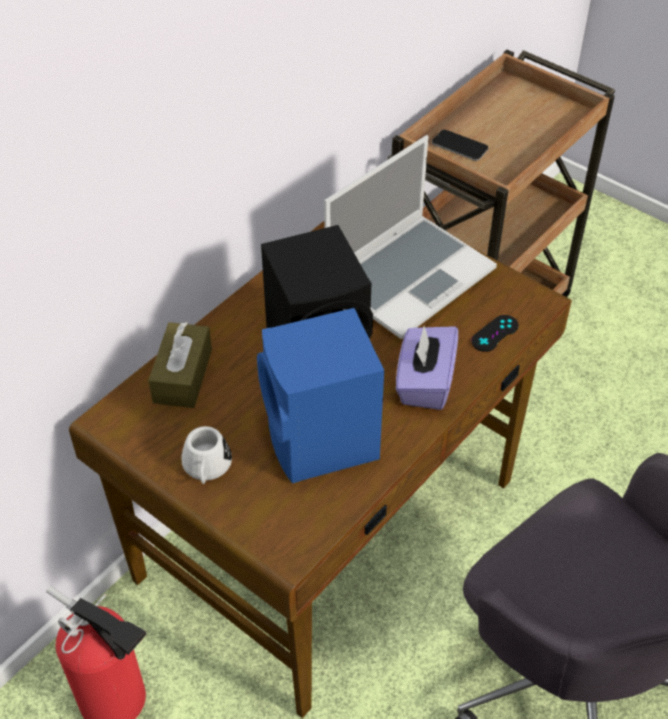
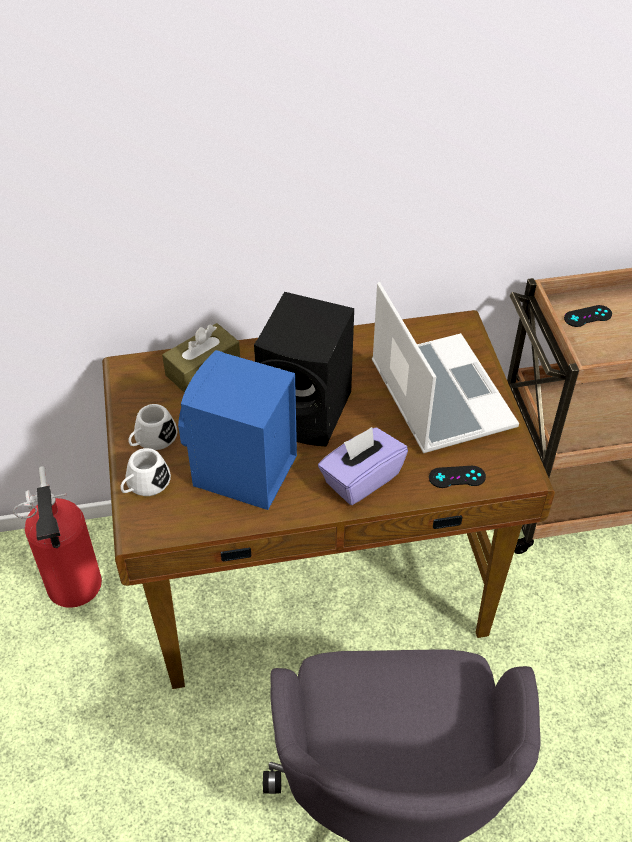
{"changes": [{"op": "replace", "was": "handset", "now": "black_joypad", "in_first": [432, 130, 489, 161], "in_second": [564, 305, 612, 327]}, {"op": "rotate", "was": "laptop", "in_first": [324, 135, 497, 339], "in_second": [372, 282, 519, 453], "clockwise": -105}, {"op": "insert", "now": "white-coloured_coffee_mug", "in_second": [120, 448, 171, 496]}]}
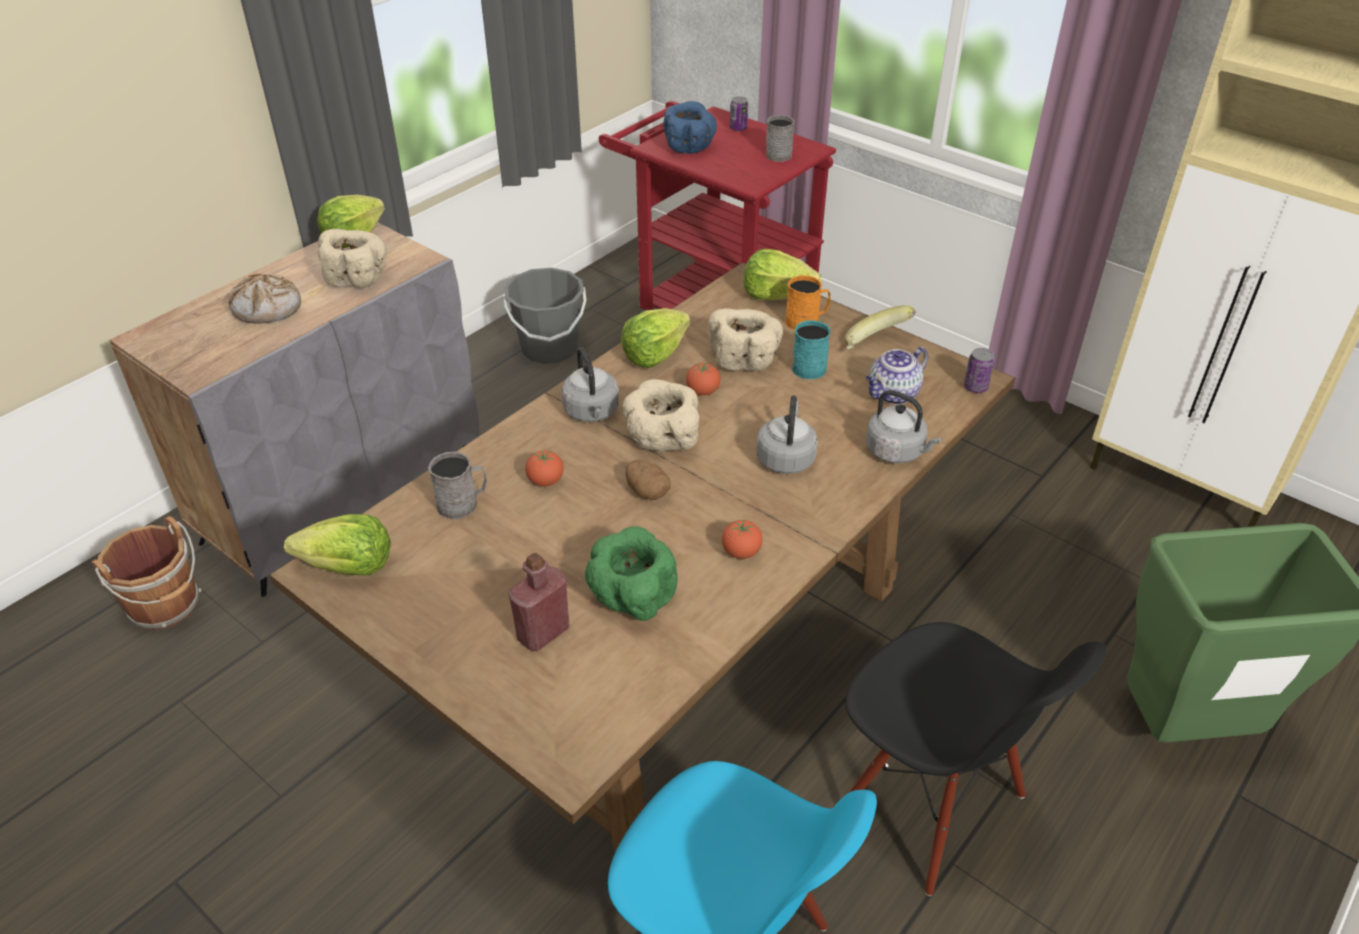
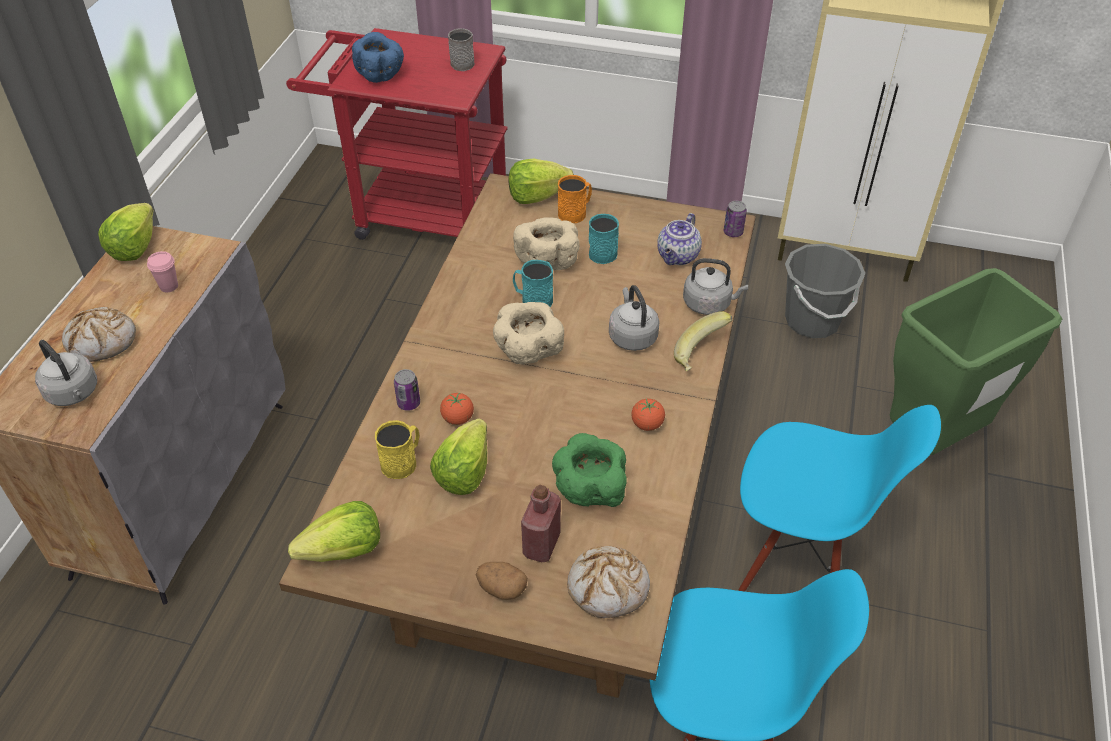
{"changes": [{"op": "move", "was": "metal_can", "in_first": [730, 96, 748, 131], "in_second": [394, 369, 420, 411]}, {"op": "replace", "was": "sand-coloured_bowl", "now": "pink-coloured_cup", "in_first": [318, 229, 387, 288], "in_second": [147, 251, 178, 292]}, {"op": "move", "was": "gray_water_bucket", "in_first": [503, 268, 586, 364], "in_second": [785, 244, 866, 338]}, {"op": "move", "was": "banana", "in_first": [845, 305, 916, 350], "in_second": [674, 311, 732, 371]}, {"op": "move", "was": "lettuce", "in_first": [621, 308, 690, 368], "in_second": [430, 419, 487, 495]}, {"op": "move", "was": "gray_kettle", "in_first": [561, 348, 619, 422], "in_second": [35, 340, 97, 406]}, {"op": "replace", "was": "tomato", "now": "turquoise-coloured_coffee_mug", "in_first": [686, 363, 721, 396], "in_second": [513, 260, 553, 307]}, {"op": "recolor", "was": "gray_coffee_mug", "now": "yellowish_coffee_mug", "in_first": [428, 452, 487, 520], "in_second": [375, 420, 419, 479]}, {"op": "move", "was": "whole_potato", "in_first": [626, 460, 671, 500], "in_second": [476, 562, 528, 600]}, {"op": "delete", "was": "brown-coloured_water_bucket", "in_first": [91, 516, 202, 630]}, {"op": "recolor", "was": "black_plain_chair", "now": "bluish_plain_chair", "in_first": [845, 622, 1107, 896], "in_second": [739, 405, 941, 591]}, {"op": "insert", "now": "bread", "in_second": [567, 546, 650, 618]}]}
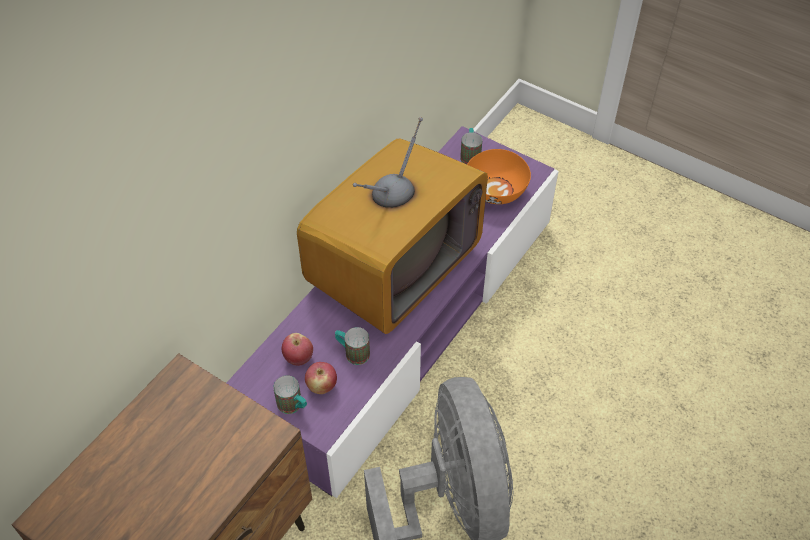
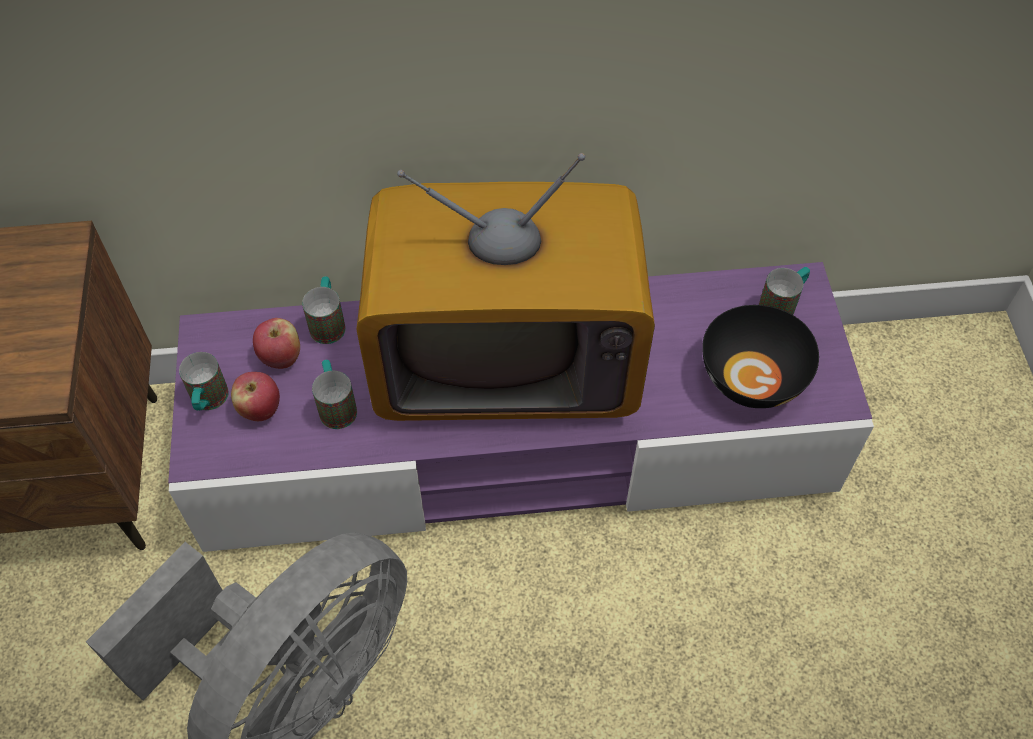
{"changes": [{"op": "recolor", "was": "orange_bowl", "now": "black_bowl", "in_first": [467, 149, 531, 204], "in_second": [702, 305, 819, 408]}, {"op": "insert", "now": "coffee_mug", "in_second": [302, 276, 346, 344]}]}
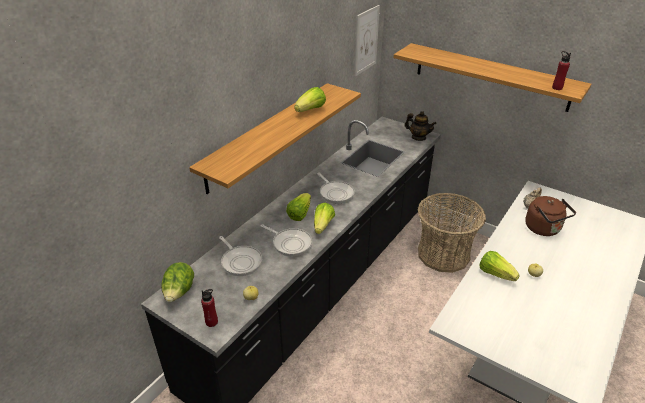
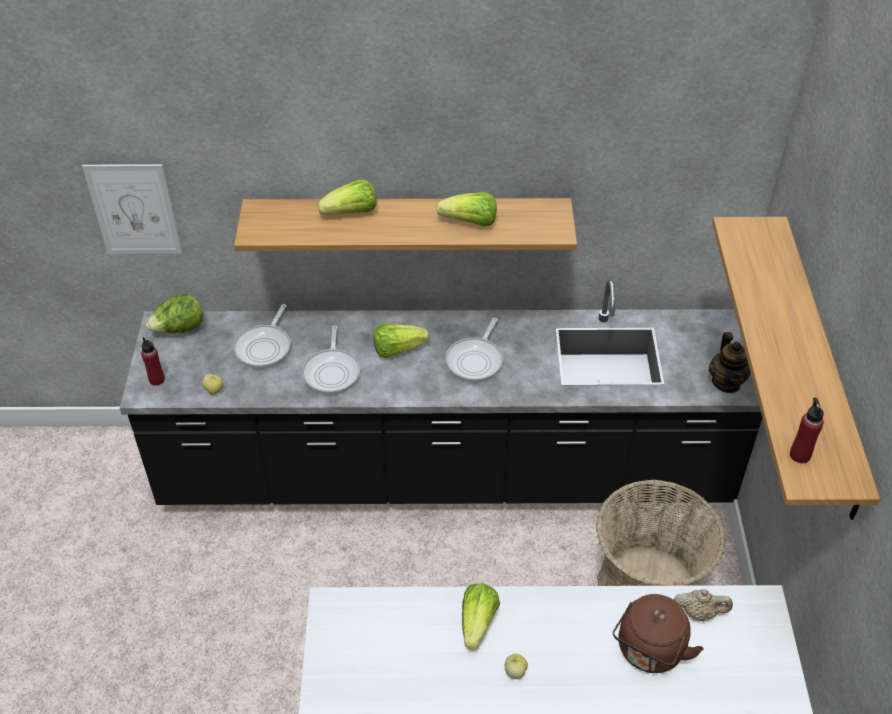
{"changes": [{"op": "move", "was": "wall_art", "in_first": [355, 5, 380, 76], "in_second": [82, 164, 182, 254]}, {"op": "move", "was": "lettuce", "in_first": [314, 203, 335, 234], "in_second": [318, 180, 377, 215]}]}
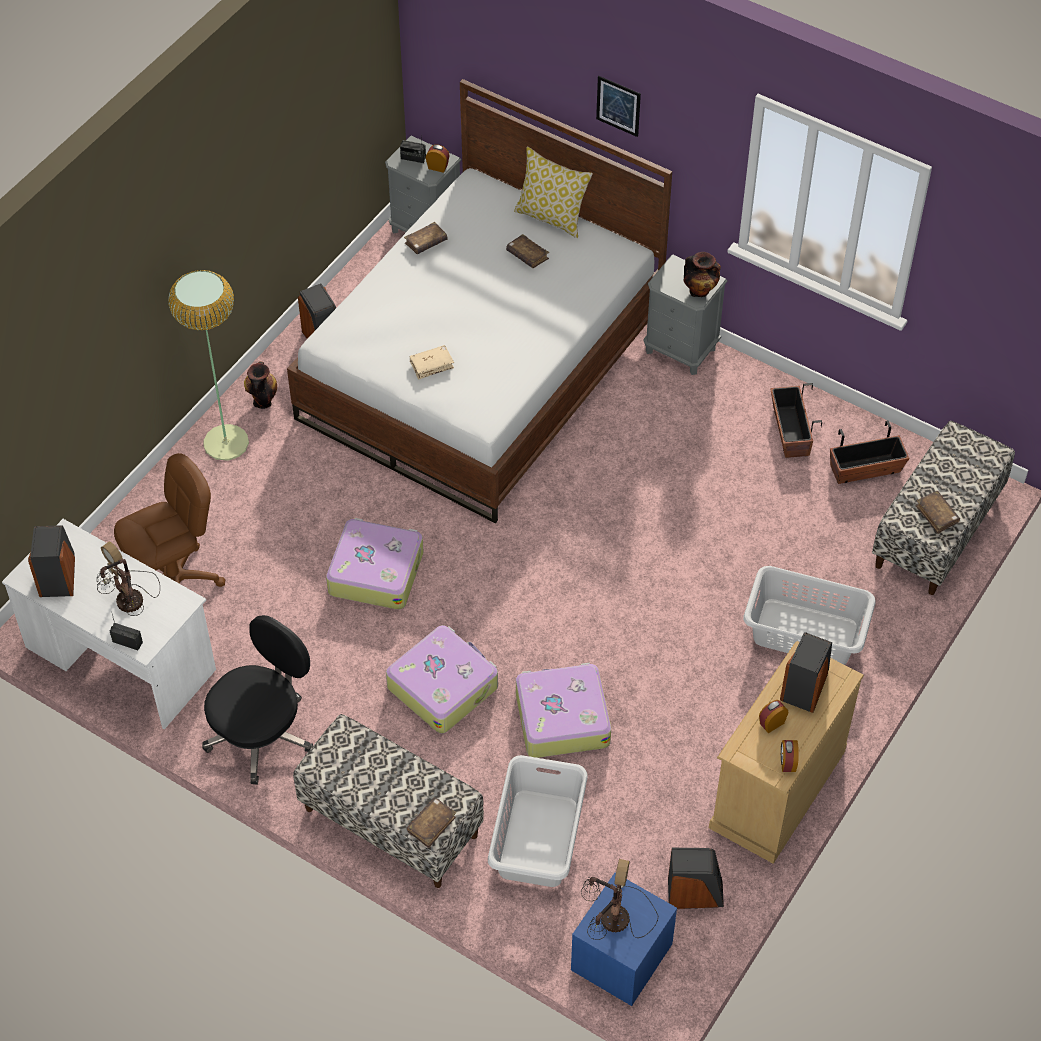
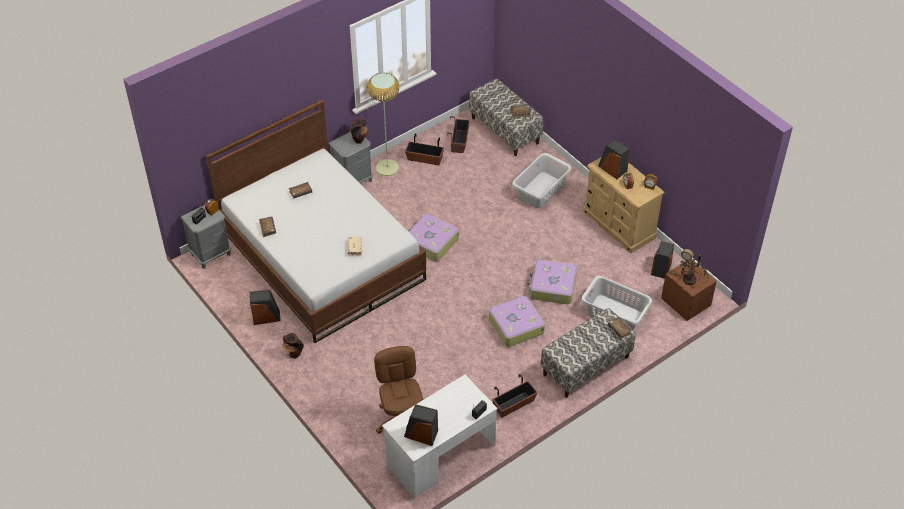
{"changes": [{"op": "delete", "was": "wall_art", "in_first": [596, 76, 641, 137]}, {"op": "delete", "was": "pillow", "in_first": [514, 146, 593, 238]}, {"op": "move", "was": "standing_lamp", "in_first": [168, 270, 249, 461], "in_second": [367, 73, 399, 176]}, {"op": "move", "was": "suitcase", "in_first": [326, 518, 424, 610], "in_second": [408, 213, 459, 262]}, {"op": "delete", "was": "lamp_for_a_table", "in_first": [97, 542, 160, 616]}, {"op": "replace", "was": "black_office_chair", "now": "planter", "in_first": [202, 615, 313, 785], "in_second": [492, 374, 538, 418]}, {"op": "recolor", "was": "bluish_night_table", "now": "brown-coloured_night_table", "in_first": [571, 873, 677, 1006], "in_second": [661, 259, 717, 321]}]}
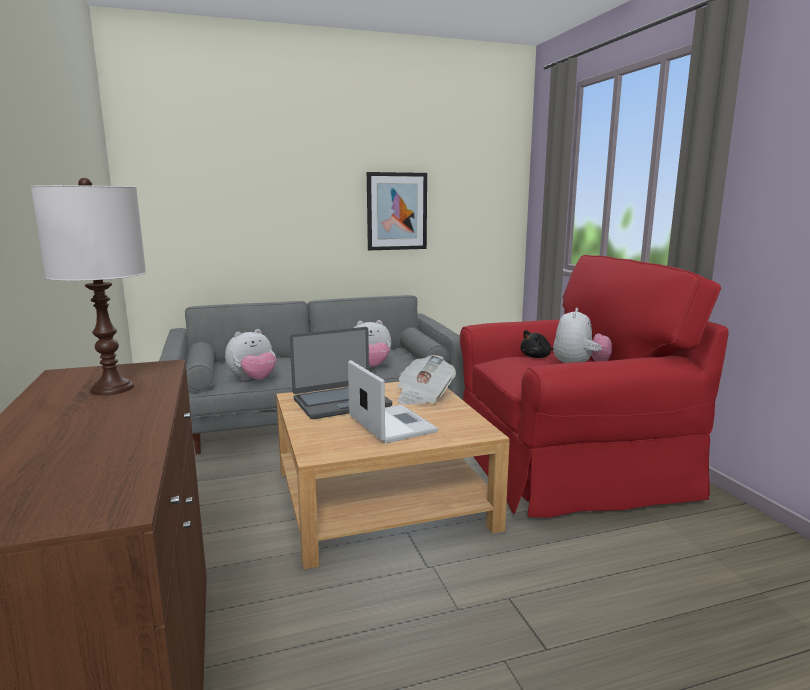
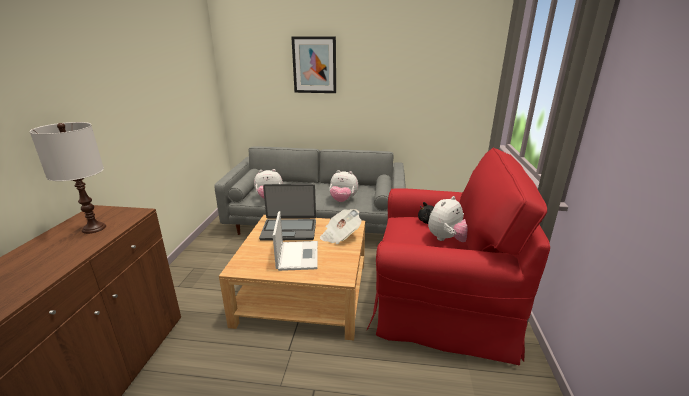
{"changes": [{"op": "move", "was": "wall_art", "in_first": [367, 172, 427, 250], "in_second": [291, 36, 336, 93]}]}
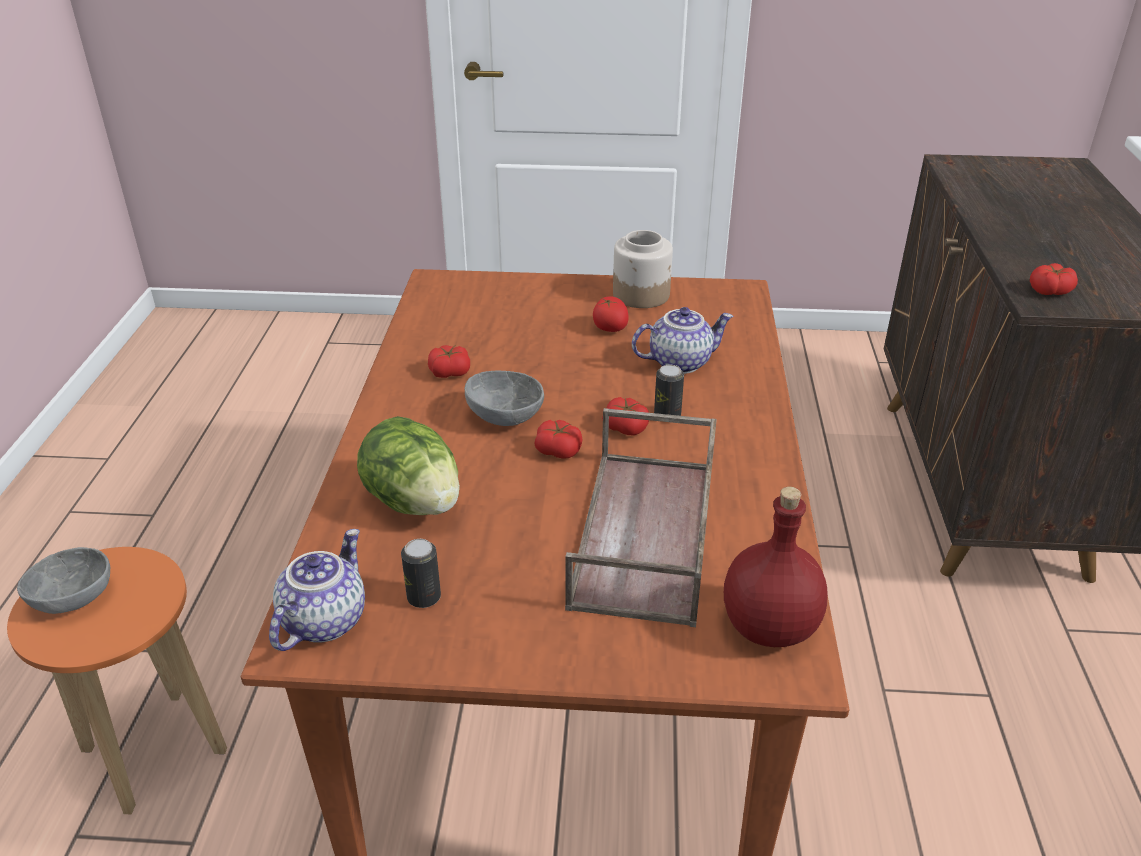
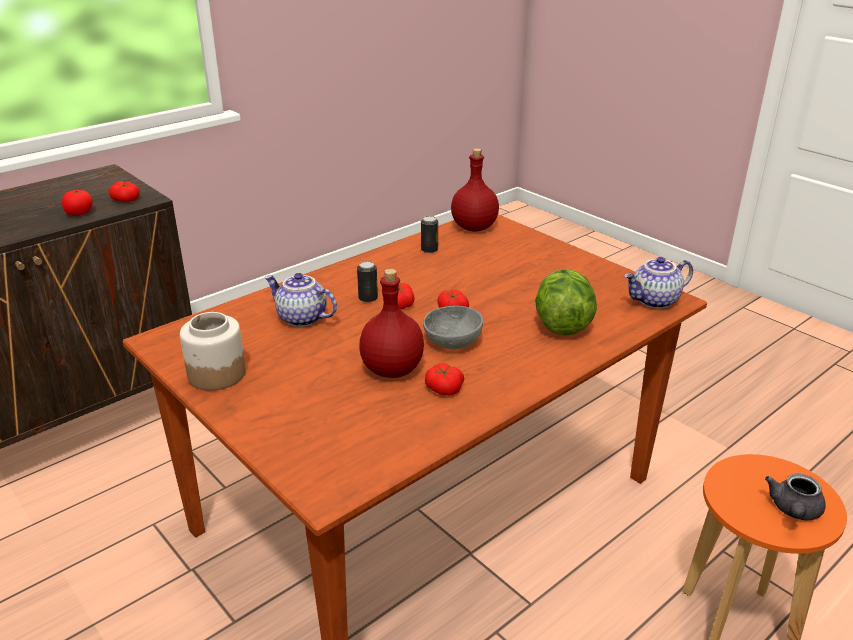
{"changes": [{"op": "move", "was": "tomato", "in_first": [593, 296, 629, 332], "in_second": [62, 190, 93, 216]}, {"op": "delete", "was": "brown-coloured_tray", "in_first": [565, 408, 717, 627]}, {"op": "move", "was": "metal_can", "in_first": [401, 539, 441, 608], "in_second": [421, 216, 438, 253]}, {"op": "replace", "was": "gray_bowl", "now": "gray_tea_pot", "in_first": [17, 547, 110, 614], "in_second": [765, 474, 826, 521]}, {"op": "insert", "now": "reddish_bottle", "in_second": [359, 269, 424, 378]}]}
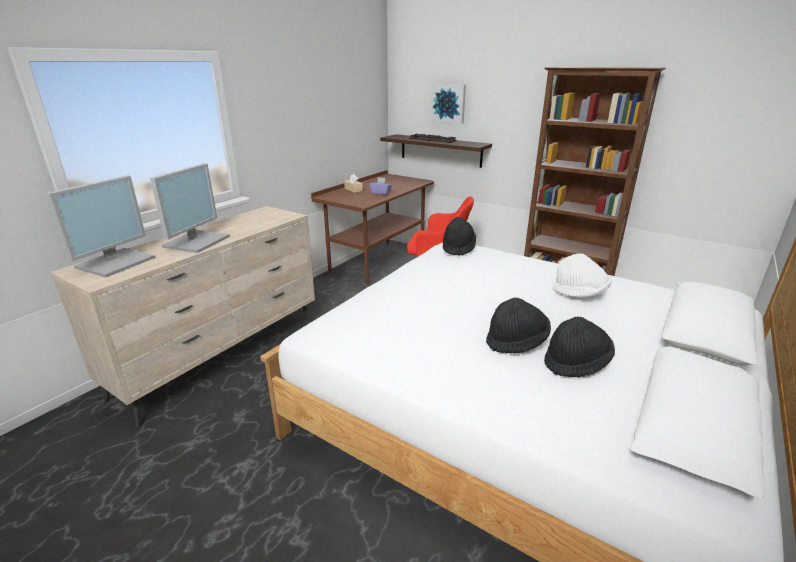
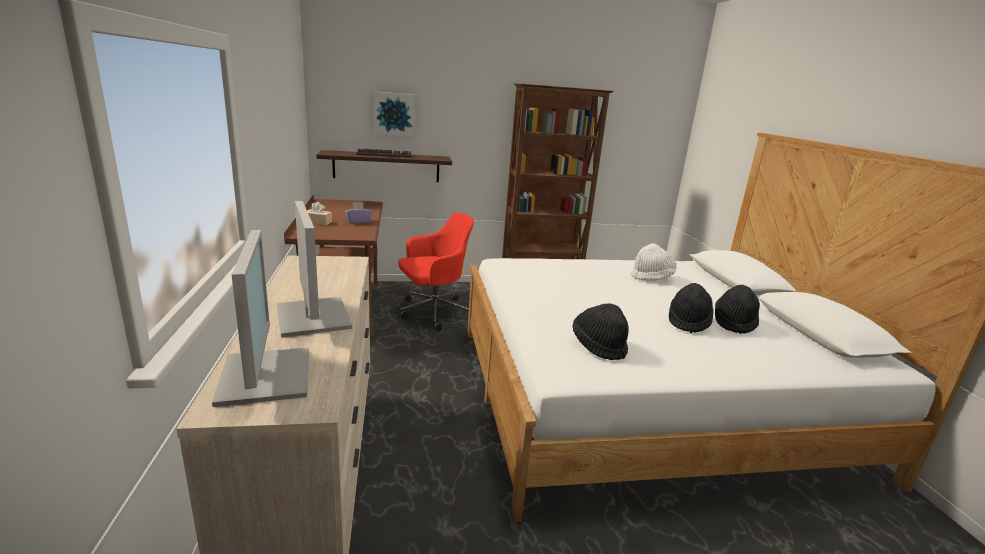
{"changes": [{"op": "move", "was": "black_hat", "in_first": [443, 217, 476, 256], "in_second": [572, 303, 629, 360]}]}
